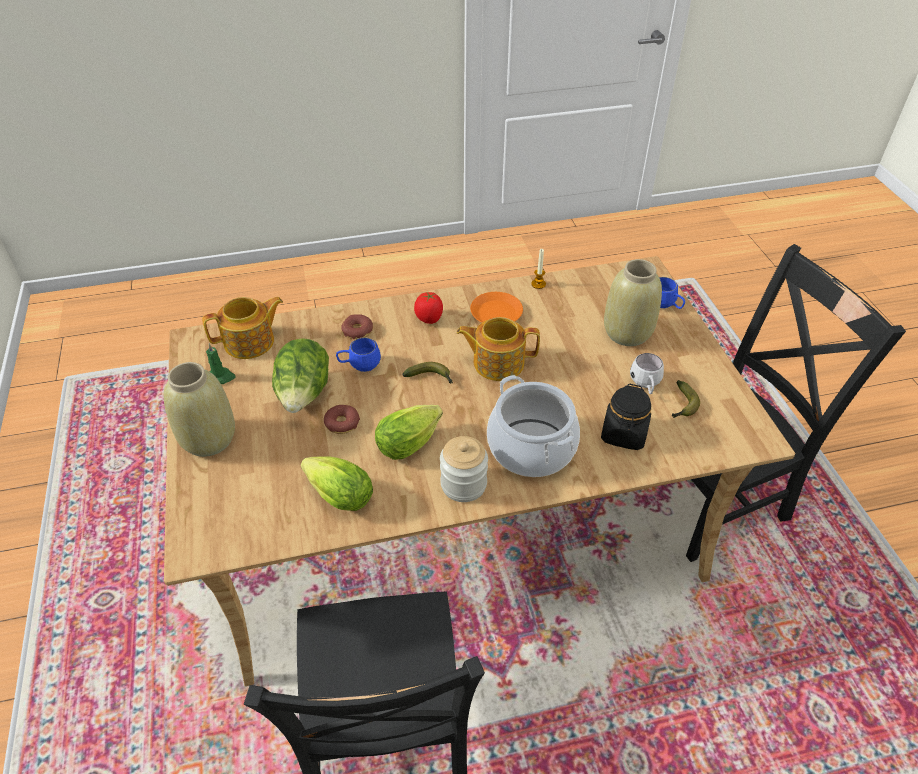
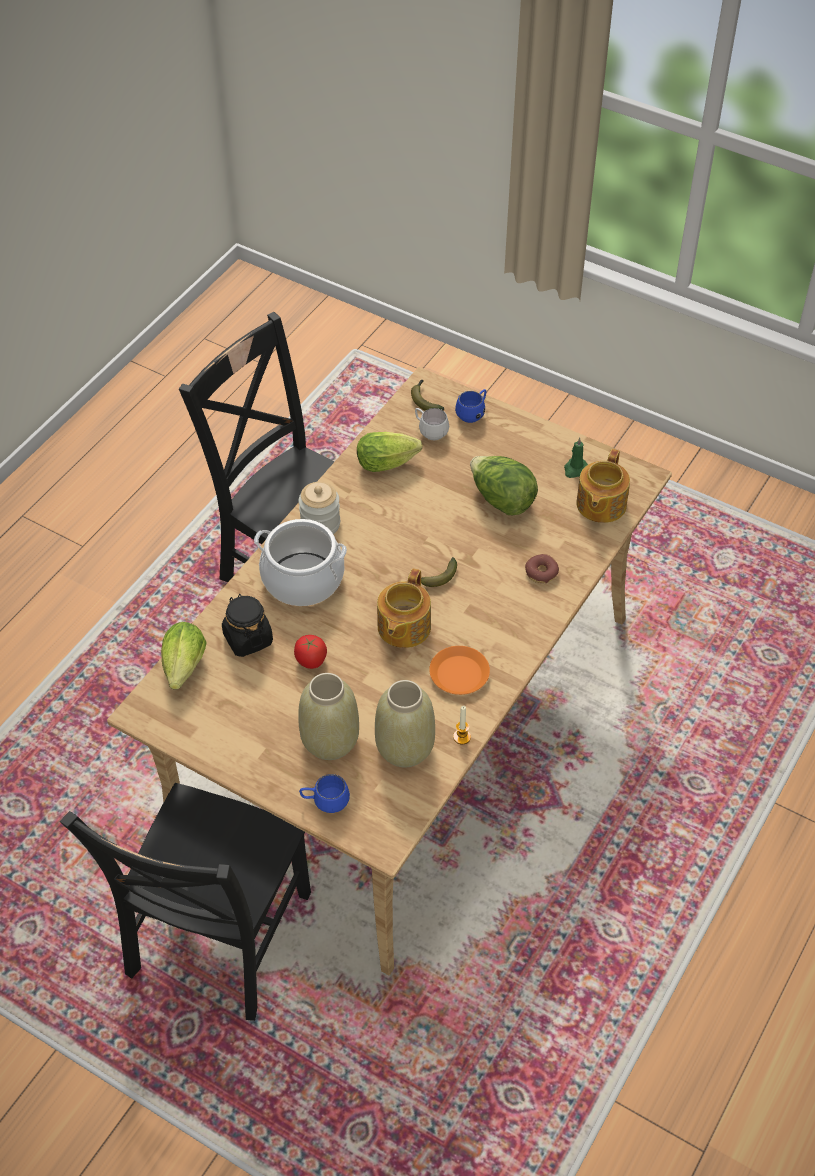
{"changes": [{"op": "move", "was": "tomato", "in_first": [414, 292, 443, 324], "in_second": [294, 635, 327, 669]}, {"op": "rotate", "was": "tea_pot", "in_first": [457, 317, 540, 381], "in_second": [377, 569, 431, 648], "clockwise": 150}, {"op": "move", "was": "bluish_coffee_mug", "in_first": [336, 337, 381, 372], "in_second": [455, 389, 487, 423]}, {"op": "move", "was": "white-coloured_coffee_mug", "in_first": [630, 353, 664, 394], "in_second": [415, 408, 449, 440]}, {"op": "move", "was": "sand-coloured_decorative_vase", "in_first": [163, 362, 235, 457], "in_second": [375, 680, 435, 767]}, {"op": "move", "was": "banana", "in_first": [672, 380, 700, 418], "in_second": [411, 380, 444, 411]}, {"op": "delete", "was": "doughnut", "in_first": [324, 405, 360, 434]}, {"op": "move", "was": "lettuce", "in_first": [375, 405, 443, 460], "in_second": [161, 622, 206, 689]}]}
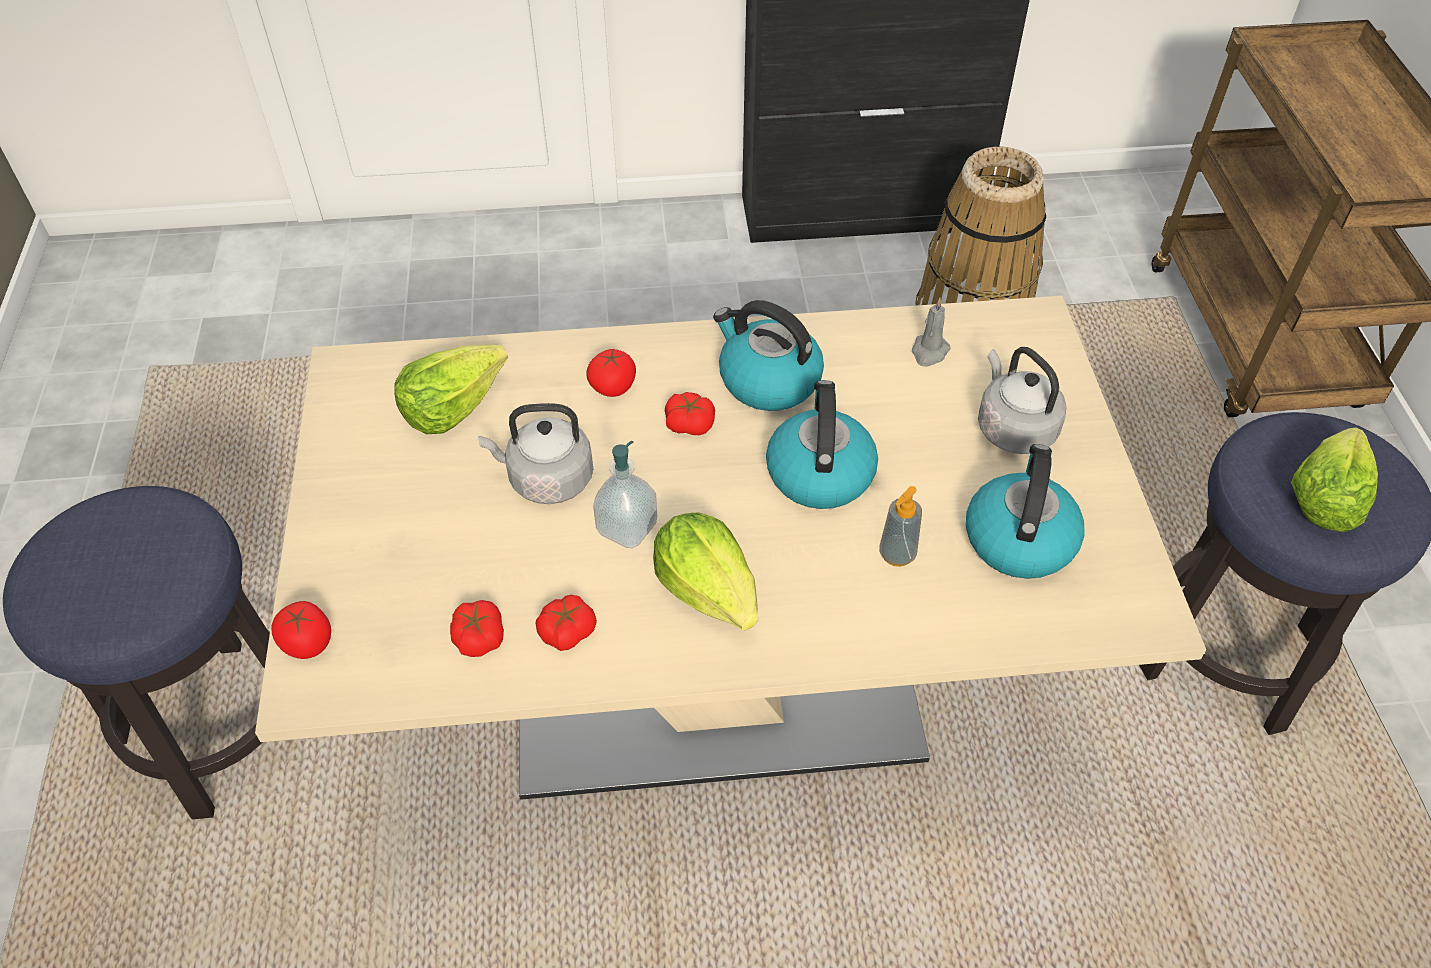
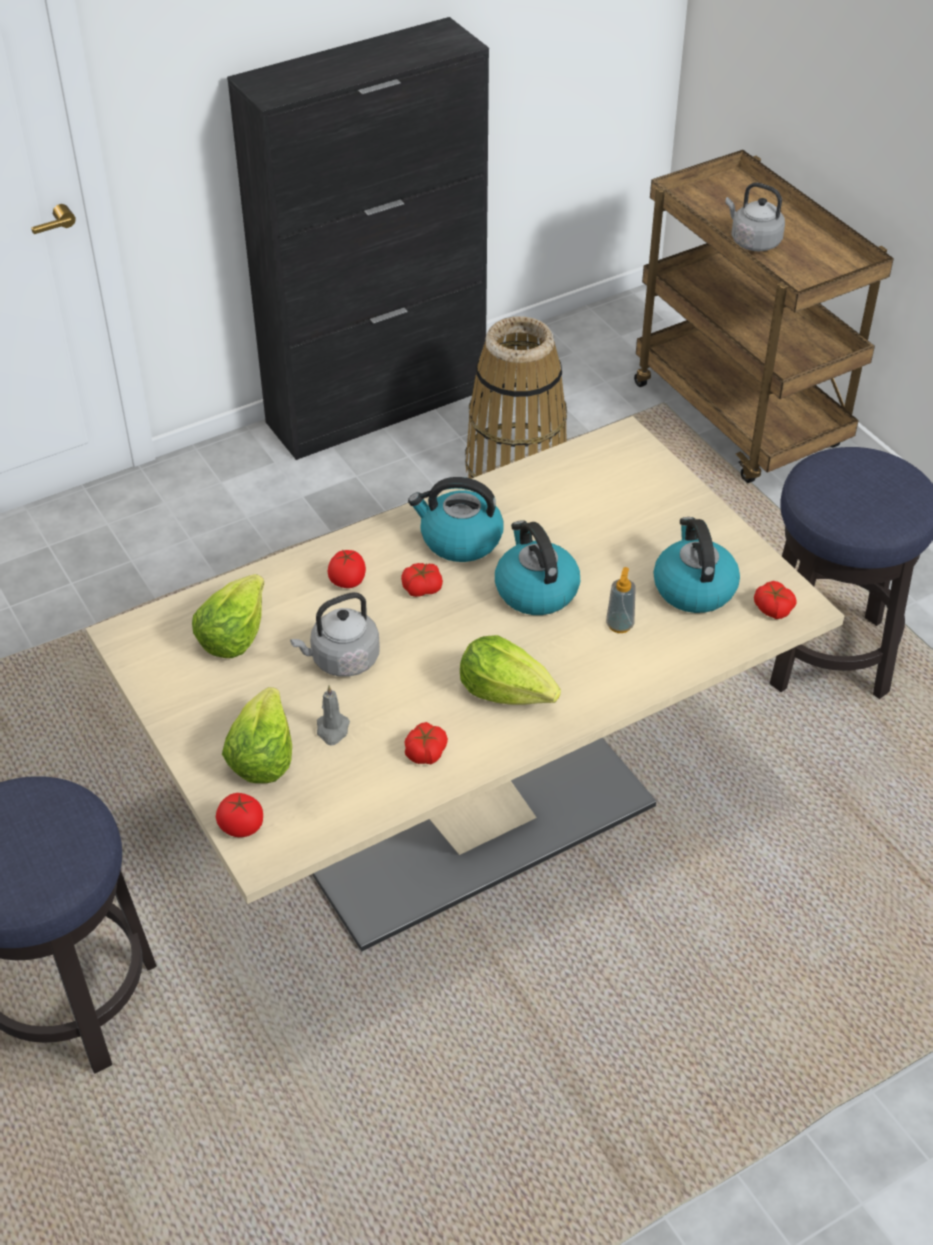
{"changes": [{"op": "move", "was": "gray_candle", "in_first": [912, 298, 951, 367], "in_second": [317, 685, 350, 745]}, {"op": "move", "was": "gray_kettle", "in_first": [978, 347, 1066, 454], "in_second": [725, 183, 785, 252]}, {"op": "move", "was": "lettuce", "in_first": [1291, 427, 1378, 532], "in_second": [222, 687, 292, 783]}, {"op": "delete", "was": "soap_bottle", "in_first": [593, 441, 657, 548]}, {"op": "move", "was": "tomato", "in_first": [450, 600, 504, 657], "in_second": [754, 581, 797, 619]}]}
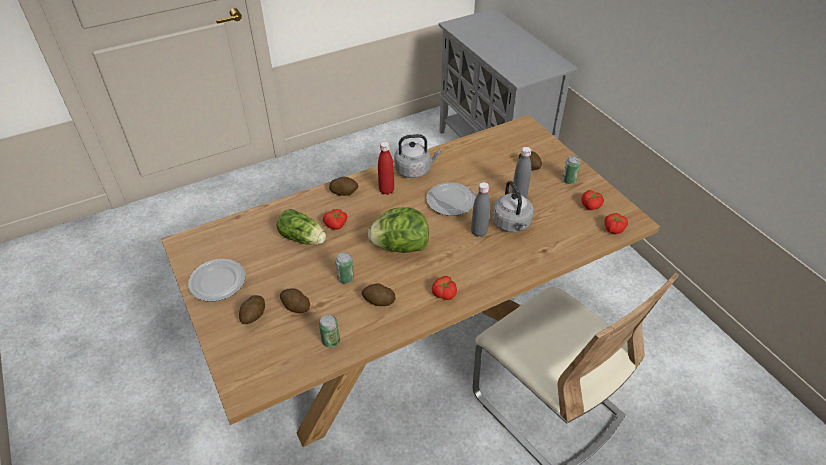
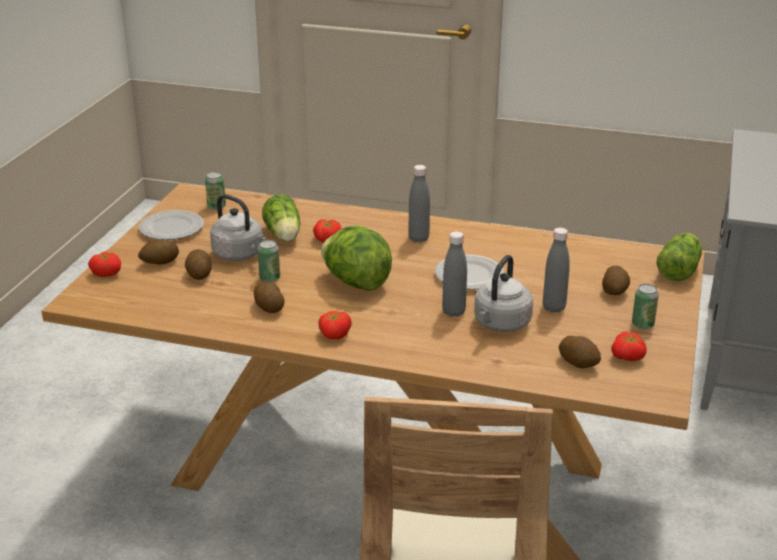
{"changes": [{"op": "move", "was": "gray_kettle", "in_first": [394, 134, 442, 178], "in_second": [210, 194, 266, 261]}, {"op": "recolor", "was": "reddish_bottle", "now": "gray_bottle", "in_first": [378, 141, 394, 195], "in_second": [408, 165, 430, 243]}, {"op": "move", "was": "whole_potato", "in_first": [329, 177, 358, 196], "in_second": [559, 336, 601, 368]}, {"op": "move", "was": "tomato", "in_first": [605, 213, 628, 234], "in_second": [88, 251, 121, 277]}, {"op": "move", "was": "metal_can", "in_first": [319, 314, 340, 348], "in_second": [205, 172, 226, 210]}, {"op": "insert", "now": "lettuce", "in_second": [656, 233, 702, 281]}]}
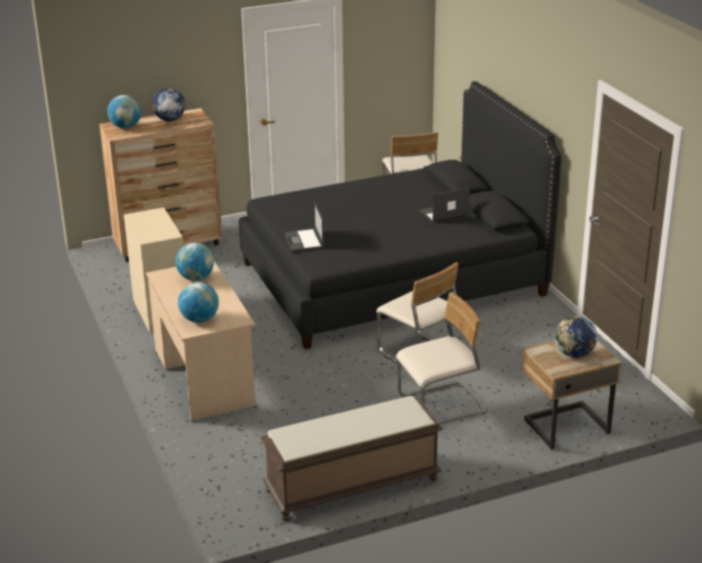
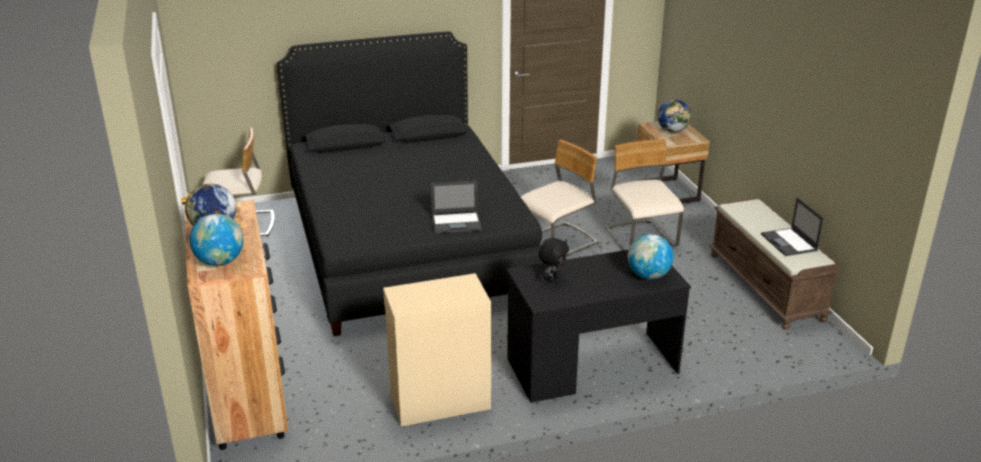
{"changes": [{"op": "move", "was": "laptop", "in_first": [420, 187, 470, 224], "in_second": [761, 197, 824, 256]}, {"op": "replace", "was": "globe", "now": "black_plush_toy", "in_first": [176, 243, 214, 281], "in_second": [538, 238, 569, 282]}, {"op": "recolor", "was": "sand-coloured_desk_table", "now": "black_desk_table", "in_first": [146, 262, 256, 421], "in_second": [507, 250, 691, 403]}]}
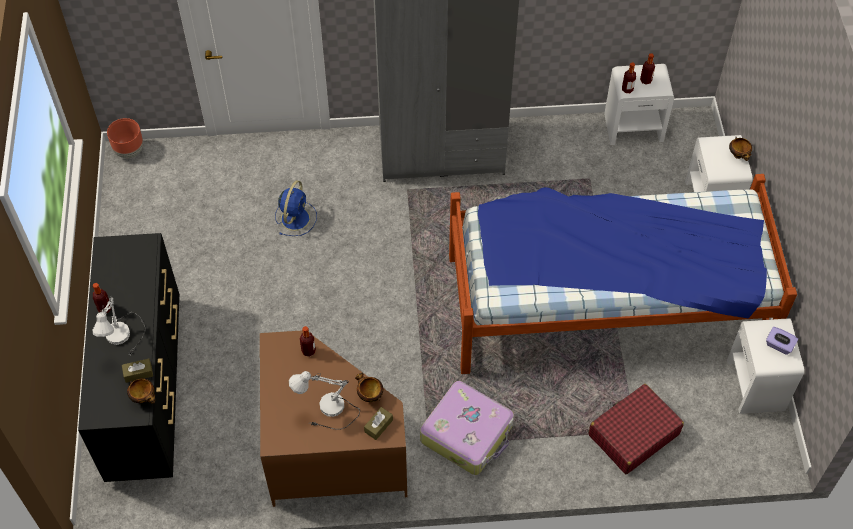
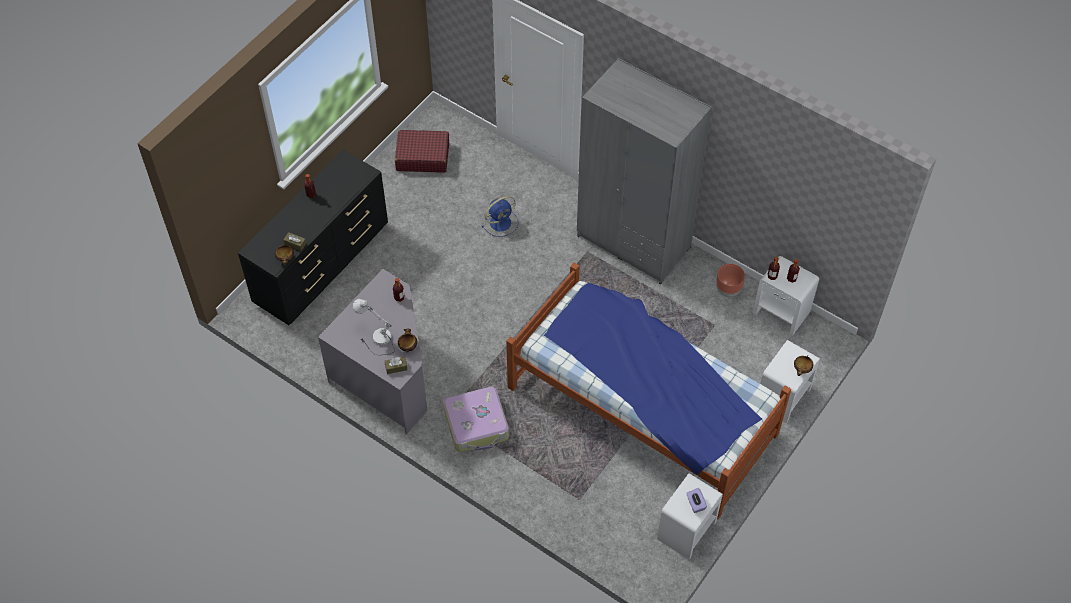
{"changes": [{"op": "move", "was": "brown-coloured_planter", "in_first": [107, 118, 143, 158], "in_second": [716, 264, 745, 297]}, {"op": "delete", "was": "white-coloured_lamp_for_a_table", "in_first": [92, 297, 146, 356]}, {"op": "recolor", "was": "brown-coloured_desk_table", "now": "gray_desk_table", "in_first": [260, 330, 407, 507], "in_second": [318, 269, 427, 434]}, {"op": "move", "was": "reddish_suitcase", "in_first": [588, 384, 684, 474], "in_second": [395, 130, 449, 172]}]}
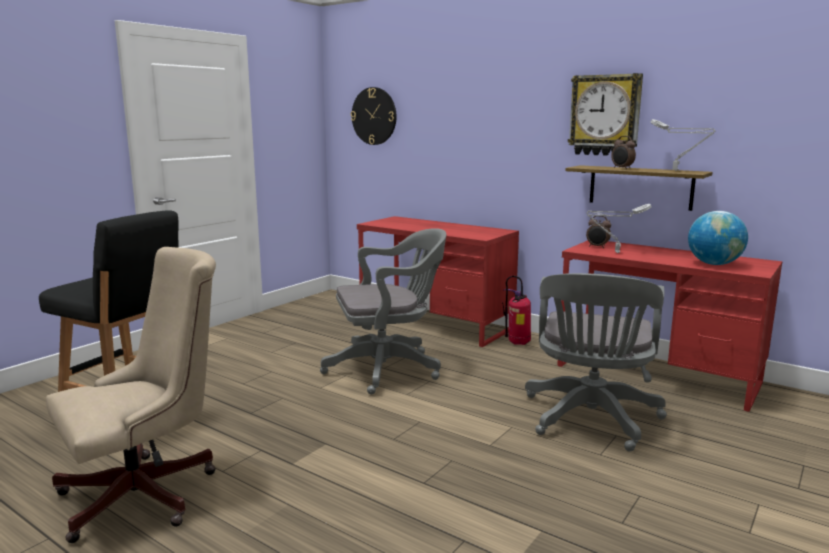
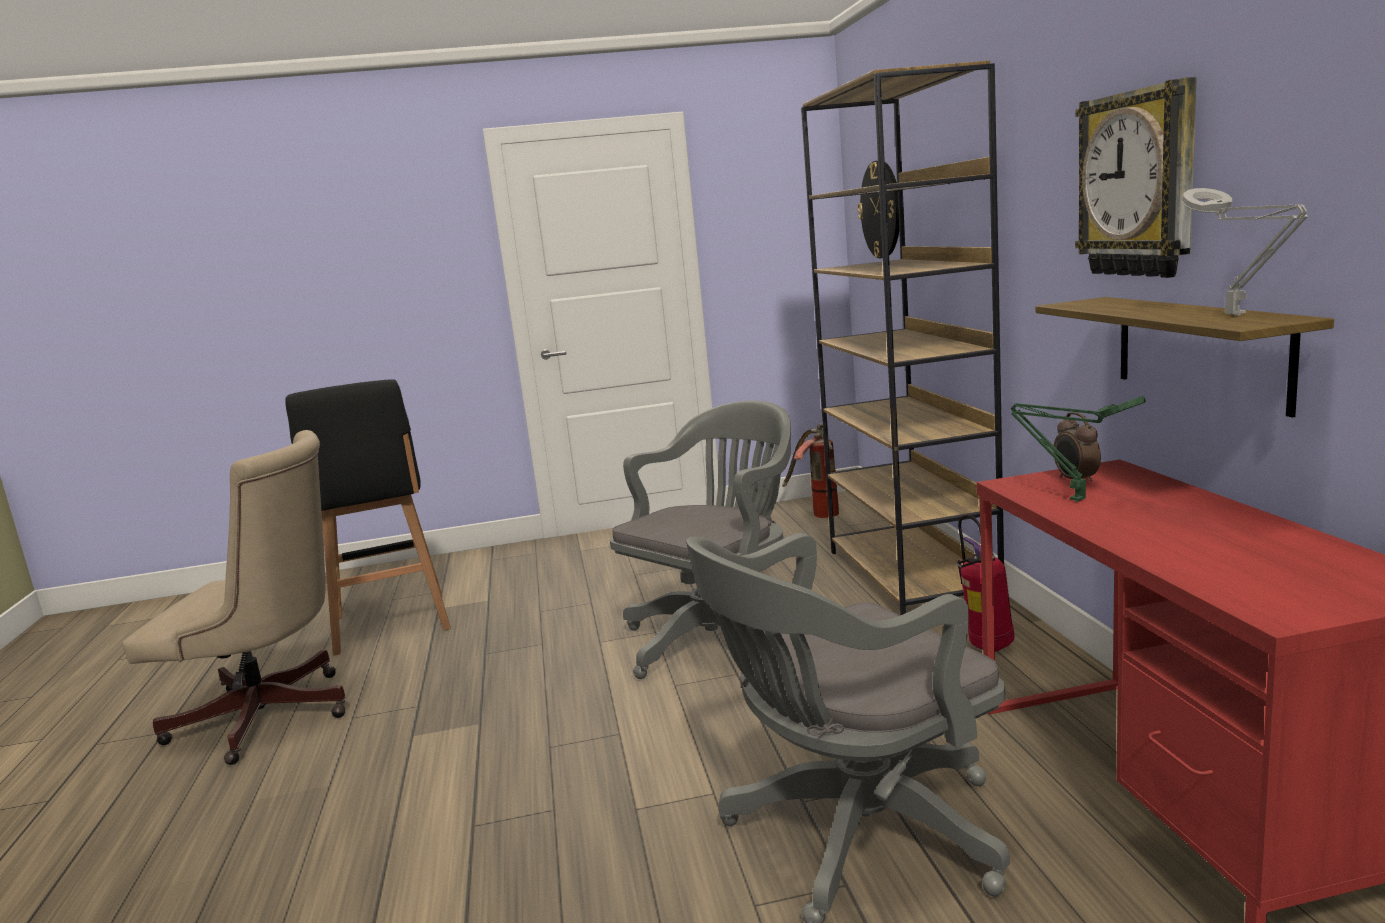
{"changes": [{"op": "delete", "was": "alarm_clock", "in_first": [611, 136, 636, 169]}, {"op": "recolor", "was": "gray_lamp_for_a_table", "now": "green-coloured_lamp_for_a_table", "in_first": [586, 204, 652, 253], "in_second": [1011, 396, 1146, 502]}, {"op": "delete", "was": "globe", "in_first": [688, 211, 748, 265]}, {"op": "replace", "was": "reddish_desk_table", "now": "brown-coloured_bookcase", "in_first": [357, 216, 519, 347], "in_second": [801, 60, 1004, 615]}, {"op": "rotate", "was": "gray_office_chair", "in_first": [320, 228, 446, 395], "in_second": [610, 400, 791, 679], "clockwise": -75}, {"op": "insert", "now": "fire-fighting_cylinder", "in_second": [782, 423, 839, 518]}]}
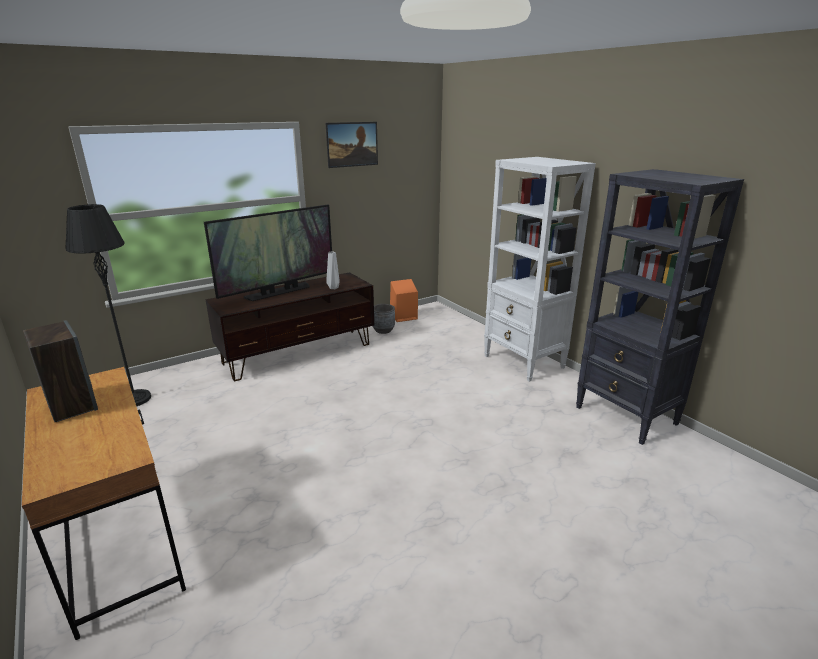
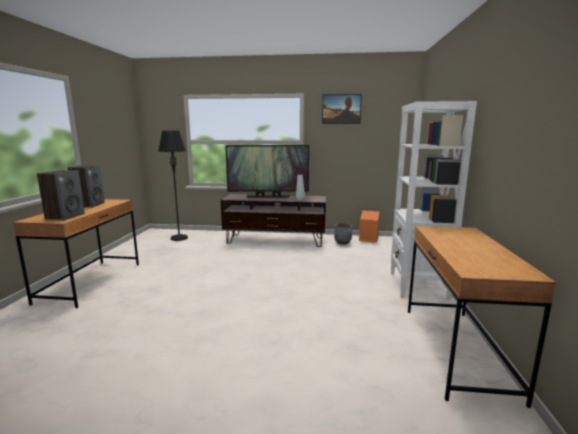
{"changes": [{"op": "replace", "was": "black_bookcase", "now": "brown-coloured_desk_table", "in_first": [576, 169, 744, 445], "in_second": [408, 226, 556, 408]}, {"op": "insert", "now": "audio_speaker", "in_second": [37, 170, 85, 221]}]}
